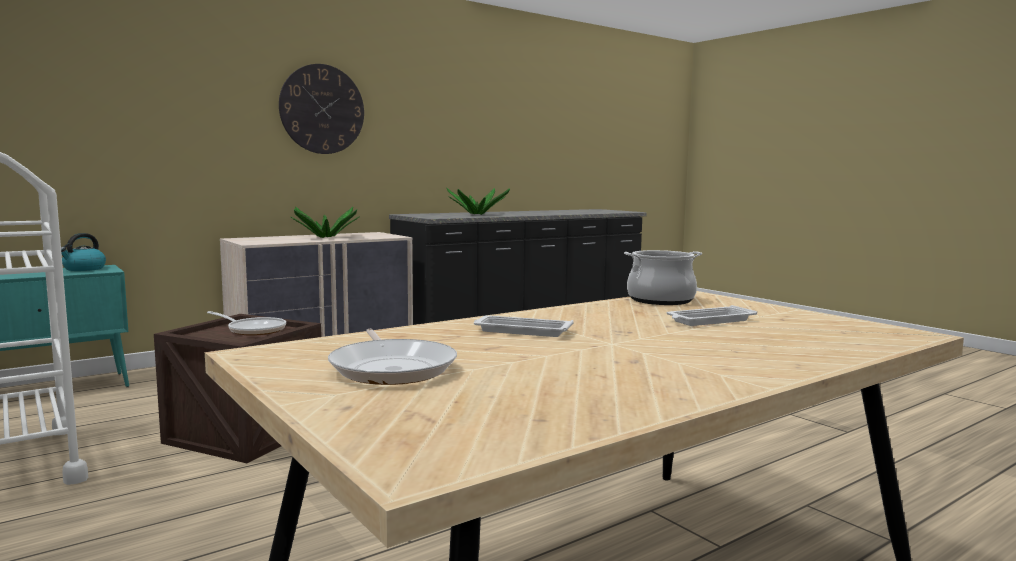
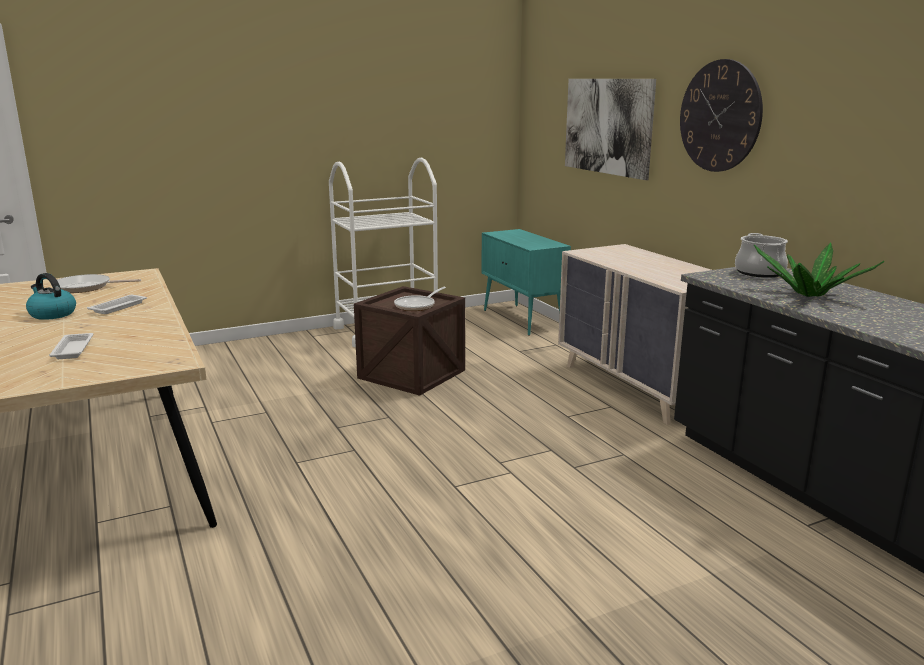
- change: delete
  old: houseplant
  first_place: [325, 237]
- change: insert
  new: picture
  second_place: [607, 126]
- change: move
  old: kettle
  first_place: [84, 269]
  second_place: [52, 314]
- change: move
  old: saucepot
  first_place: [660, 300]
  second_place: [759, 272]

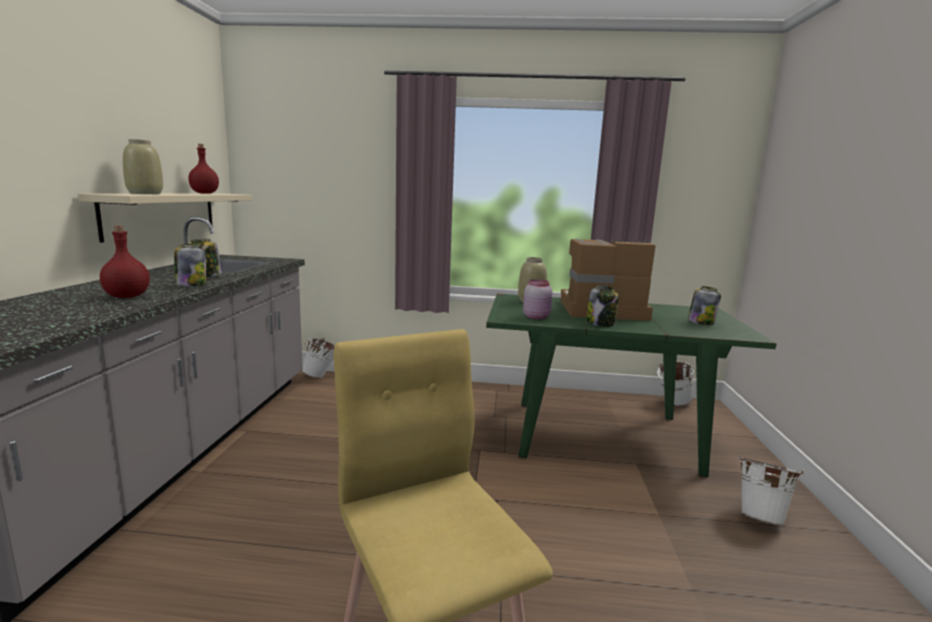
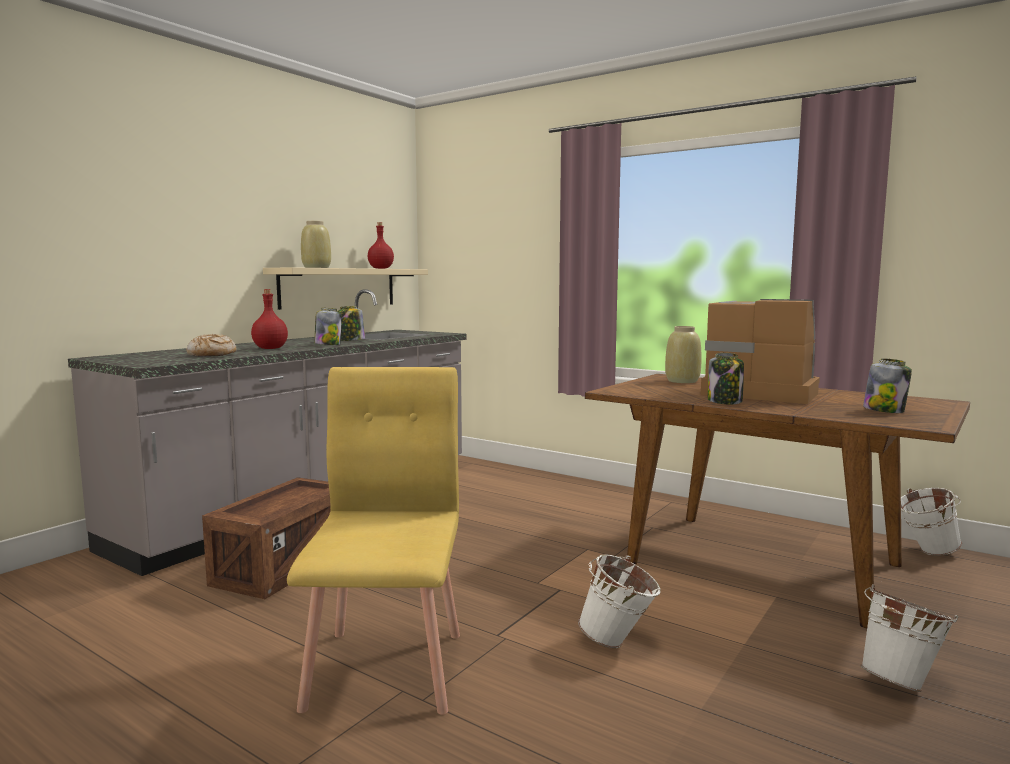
- change: delete
  old: jar (pinkish)
  first_place: [537, 317]
- change: insert
  new: bread
  second_place: [212, 355]
- change: insert
  new: packing crate
  second_place: [284, 566]
- change: move
  old: pail (white-coloured)
  first_place: [321, 376]
  second_place: [619, 642]
- change: recolor
  old: dinner table (greenish)
  new: dinner table (brown-coloured)
  first_place: [600, 435]
  second_place: [760, 563]

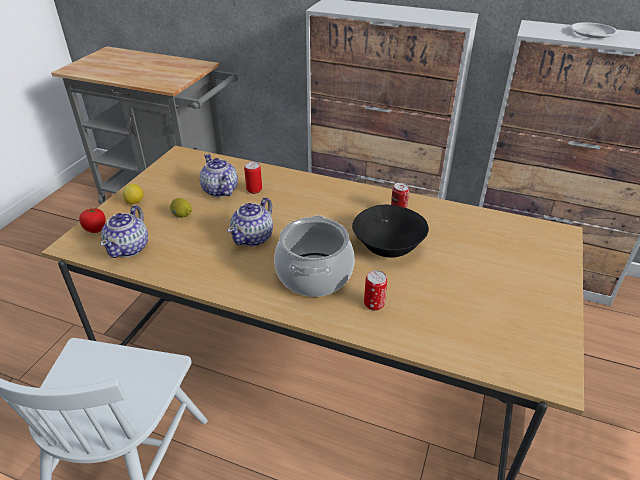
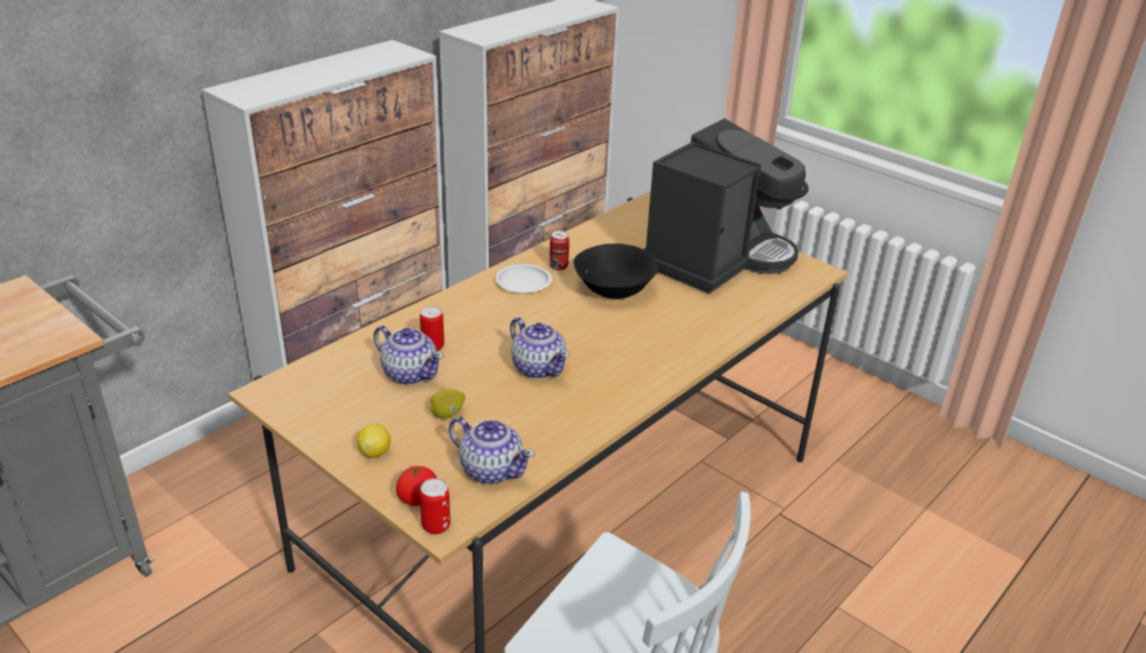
- change: delete
  old: saucepot
  first_place: [315, 275]
- change: insert
  new: coffee machine
  second_place: [716, 258]
- change: move
  old: sealed can
  first_place: [374, 304]
  second_place: [436, 526]
- change: move
  old: plate (white-coloured)
  first_place: [592, 33]
  second_place: [523, 283]
- change: rotate
  old: teapot
  first_place: [220, 190]
  second_place: [409, 373]
  degrees: -135

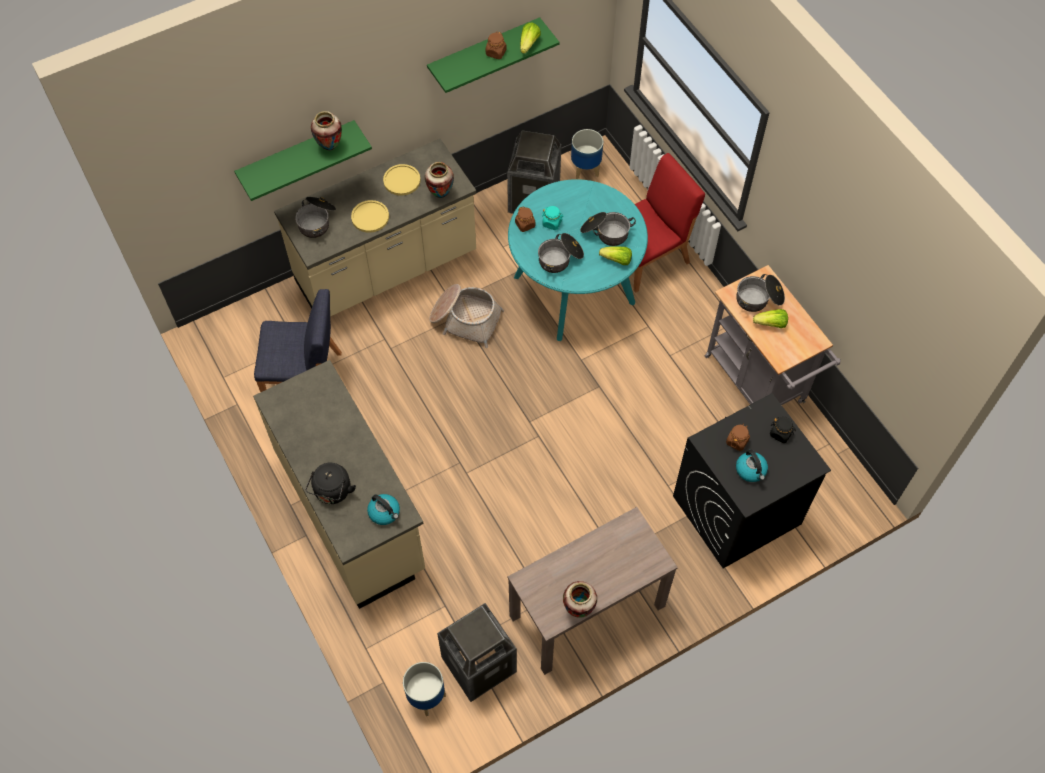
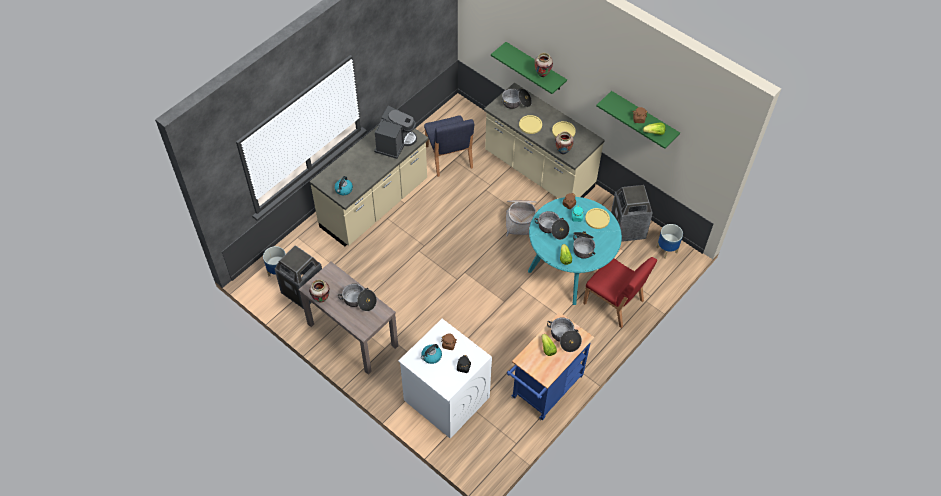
- change: delete
  old: kettle (black)
  first_place: [332, 492]
- change: insert
  new: saucepot
  second_place: [359, 301]
- change: insert
  new: coffee machine
  second_place: [395, 143]
- change: insert
  new: plate (yellow)
  second_place: [597, 219]
- change: recolor
  old: laundry appliance (black)
  new: laundry appliance (white-coloured)
  first_place: [736, 510]
  second_place: [446, 398]
- change: recolor
  old: cart (greyish)
  new: cart (blue-coloured)
  first_place: [758, 384]
  second_place: [544, 391]

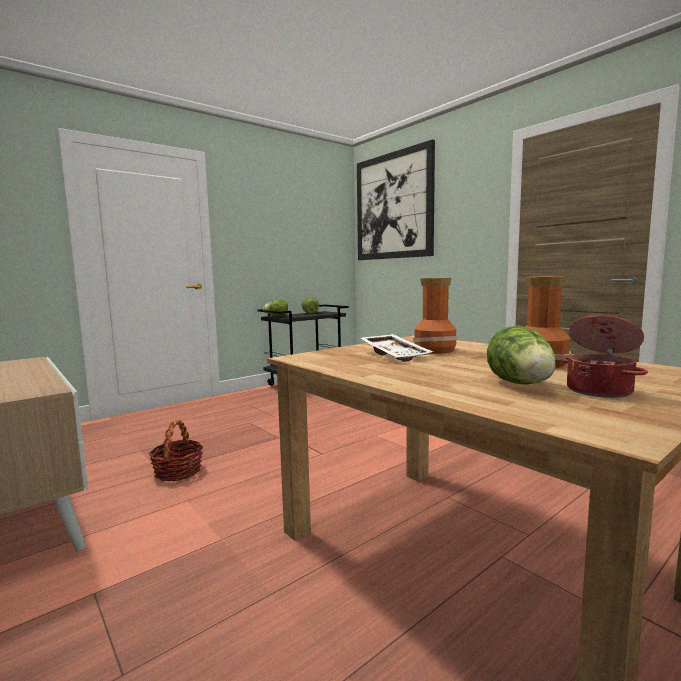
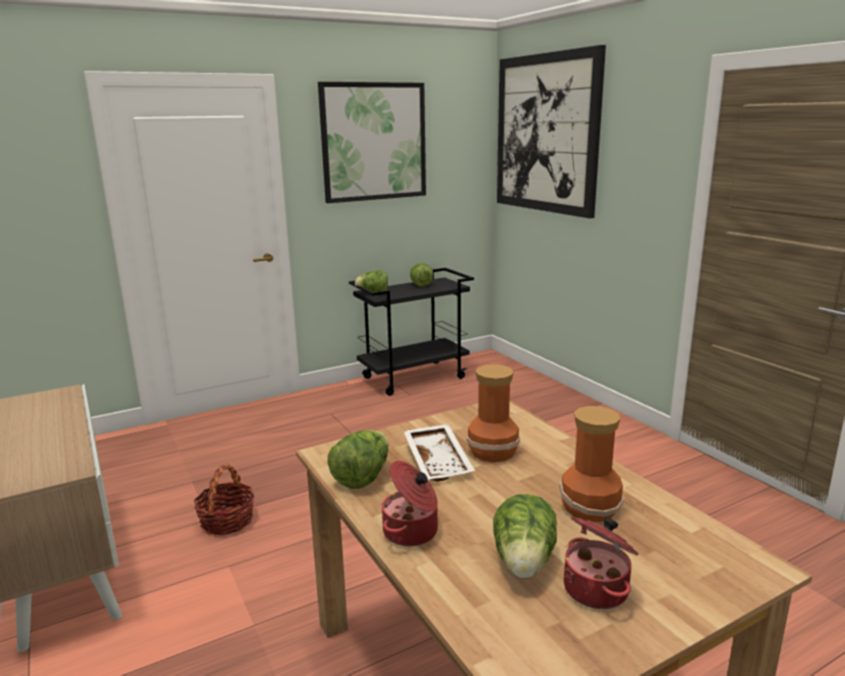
- change: insert
  new: picture
  second_place: [374, 142]
- change: insert
  new: head of lettuce
  second_place: [362, 477]
- change: insert
  new: saucepot
  second_place: [412, 532]

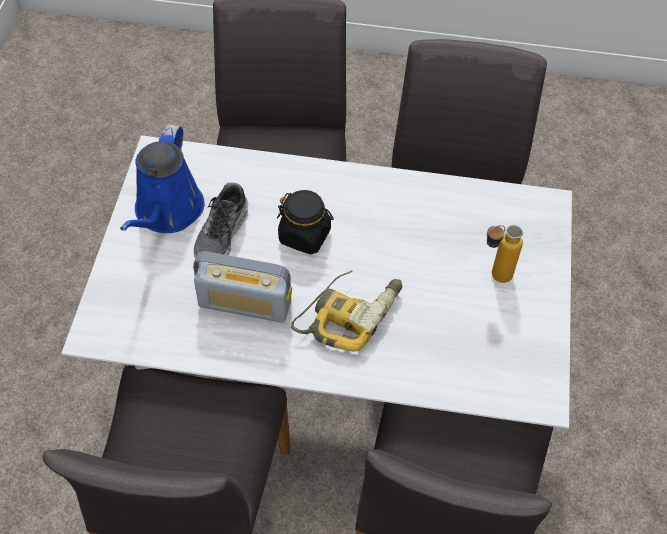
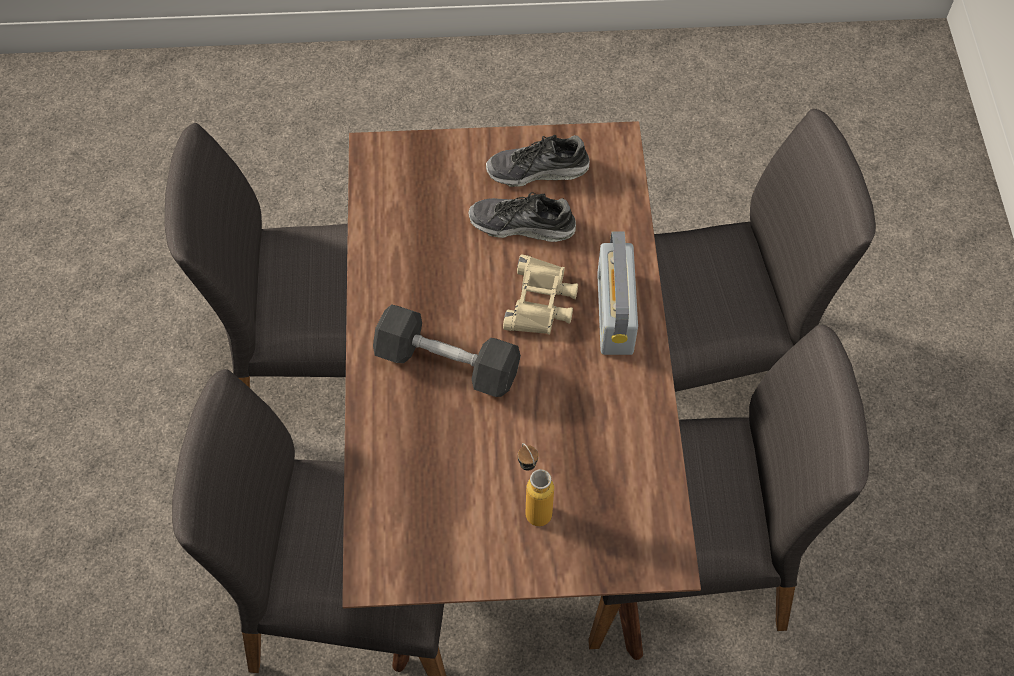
- change: move
  old: radio receiver
  first_place: [245, 304]
  second_place: [615, 313]
- change: replace
  old: sprinkling can (blue-coloured)
  new: shoe
  first_place: [167, 213]
  second_place: [537, 170]
- change: replace
  old: jar (black)
  new: binoculars (beige)
  first_place: [305, 236]
  second_place: [541, 302]
- change: replace
  old: electric drill
  new: hand weight (greyish)
  first_place: [349, 313]
  second_place: [447, 363]
- change: recolor
  old: dinner table (white-coloured)
  new: dinner table (brown-coloured)
  first_place: [331, 385]
  second_place: [510, 461]

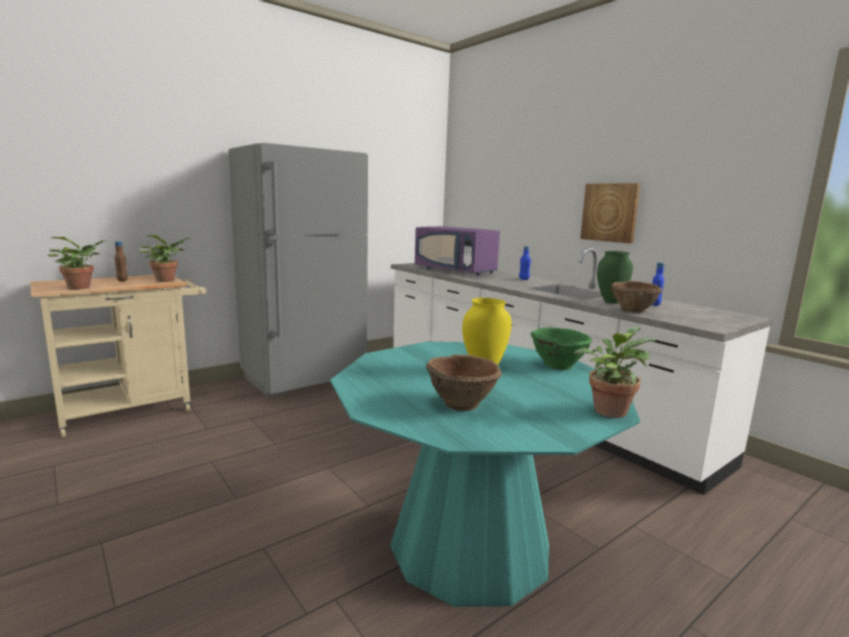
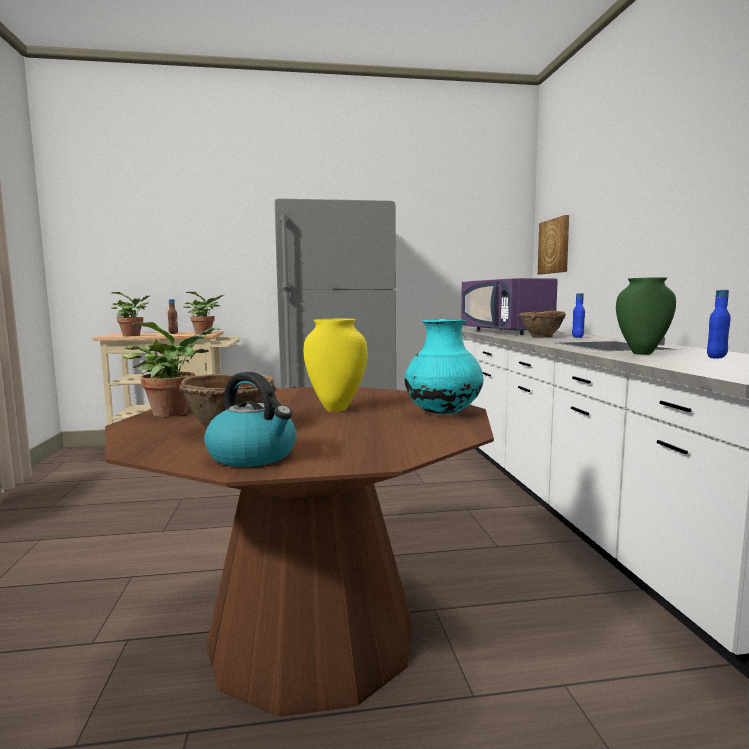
- change: insert
  new: kettle
  second_place: [254, 456]
- change: move
  old: houseplant
  first_place: [610, 409]
  second_place: [175, 412]
- change: move
  old: picture
  first_place: [610, 212]
  second_place: [554, 246]
- change: move
  old: bowl (brown-coloured)
  first_place: [633, 310]
  second_place: [541, 336]
- change: replace
  old: bowl (greenish)
  new: decorative vase (turquoise-coloured)
  first_place: [557, 365]
  second_place: [443, 413]
- change: recolor
  old: dinner table (turquoise-coloured)
  new: dinner table (brown-coloured)
  first_place: [470, 545]
  second_place: [312, 635]

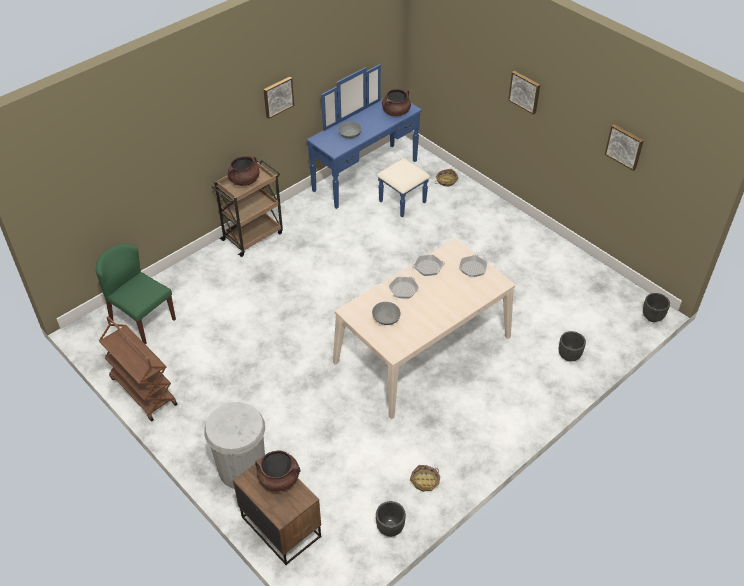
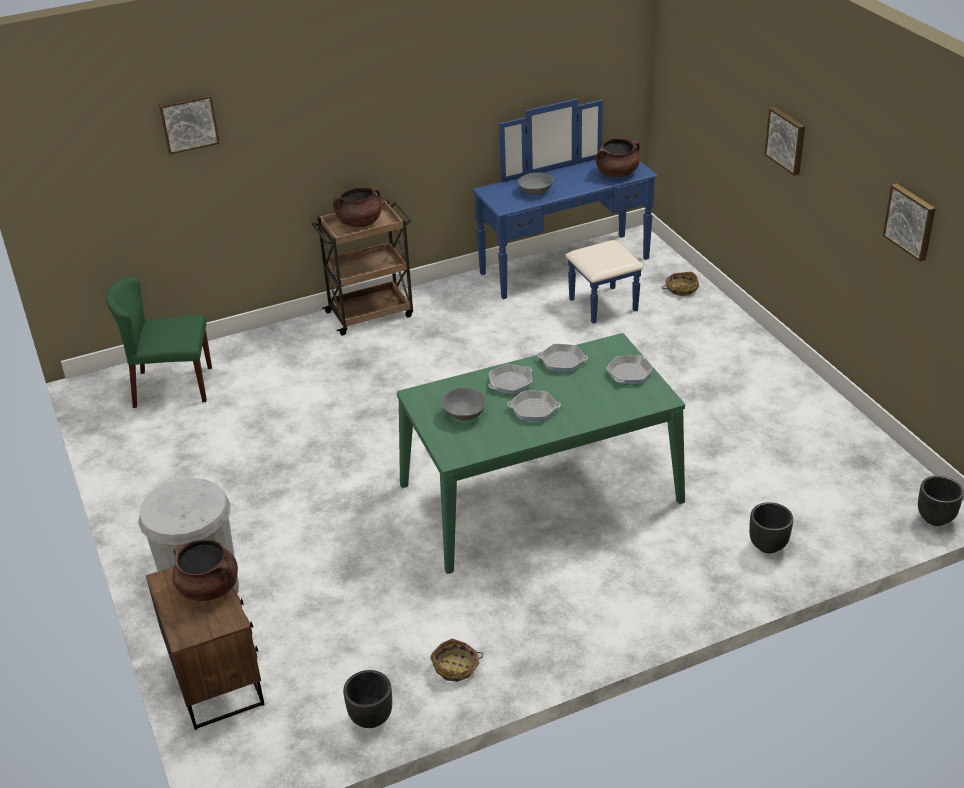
- change: delete
  old: cart (brown-coloured)
  first_place: [142, 391]
- change: insert
  new: pan
  second_place: [534, 409]
- change: move
  old: picture
  first_place: [277, 96]
  second_place: [189, 123]
- change: recolor
  old: dinner table (beige)
  new: dinner table (greenish)
  first_place: [422, 349]
  second_place: [540, 493]
- change: rotate
  old: chair (greenish)
  first_place: [142, 320]
  second_place: [172, 387]
  degrees: -60

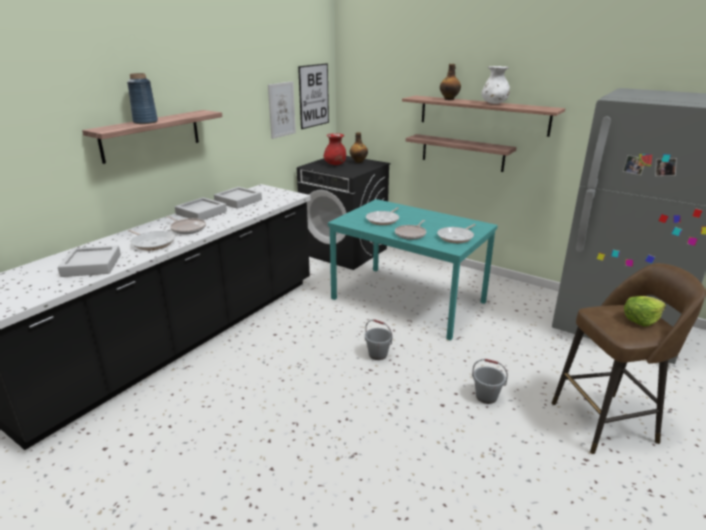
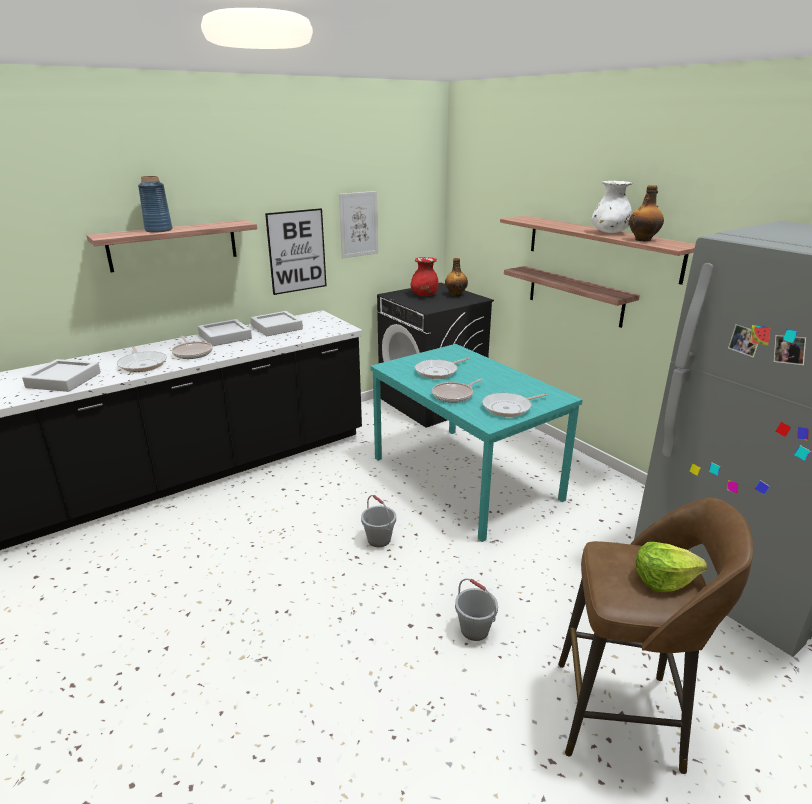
- change: move
  old: picture
  first_place: [313, 96]
  second_place: [297, 251]
- change: move
  old: bottle
  first_place: [449, 99]
  second_place: [643, 240]

